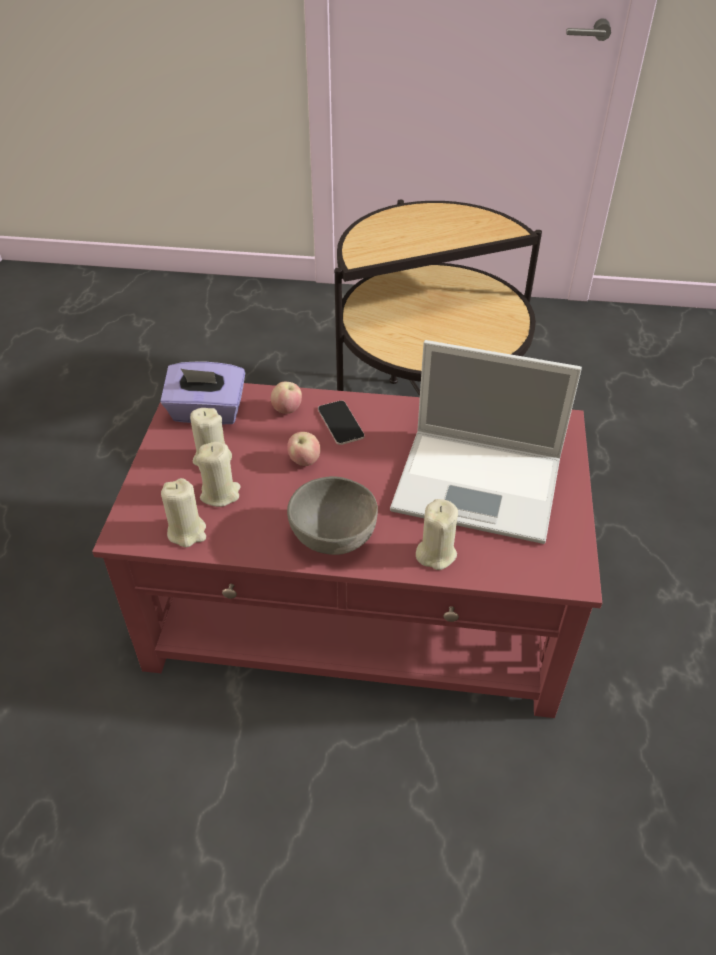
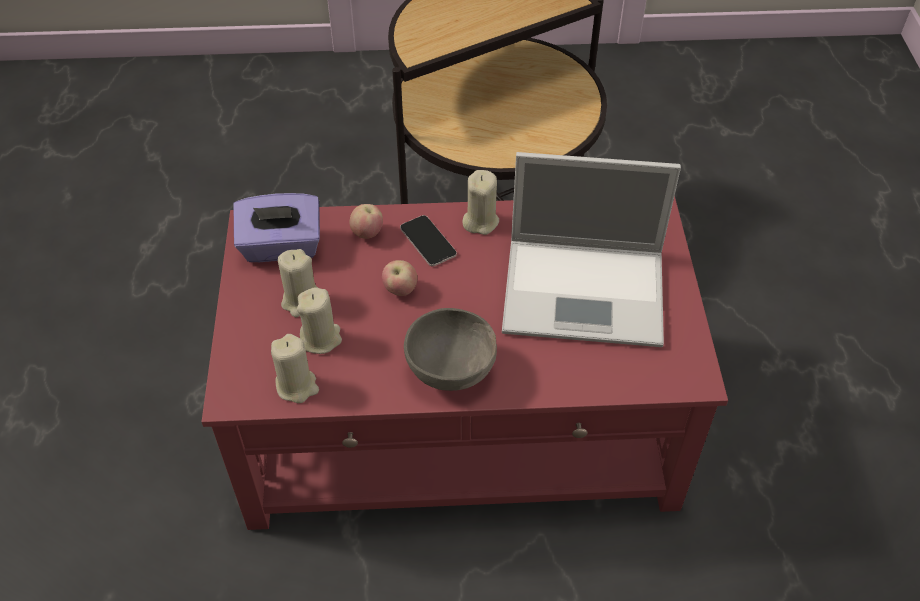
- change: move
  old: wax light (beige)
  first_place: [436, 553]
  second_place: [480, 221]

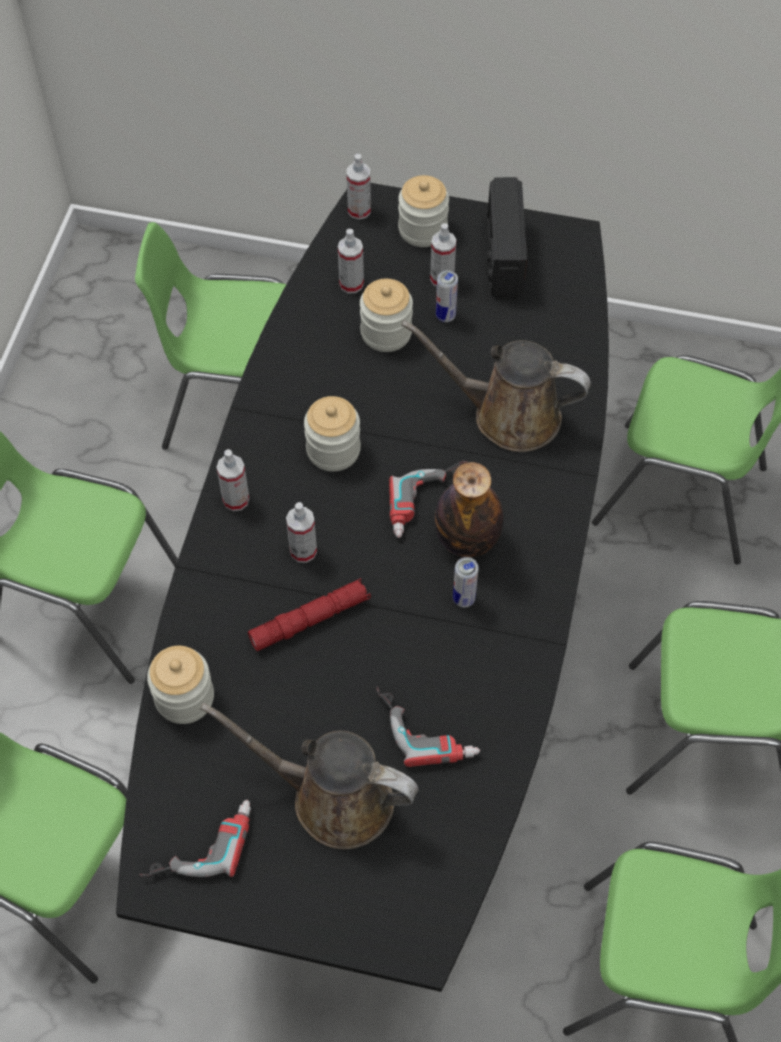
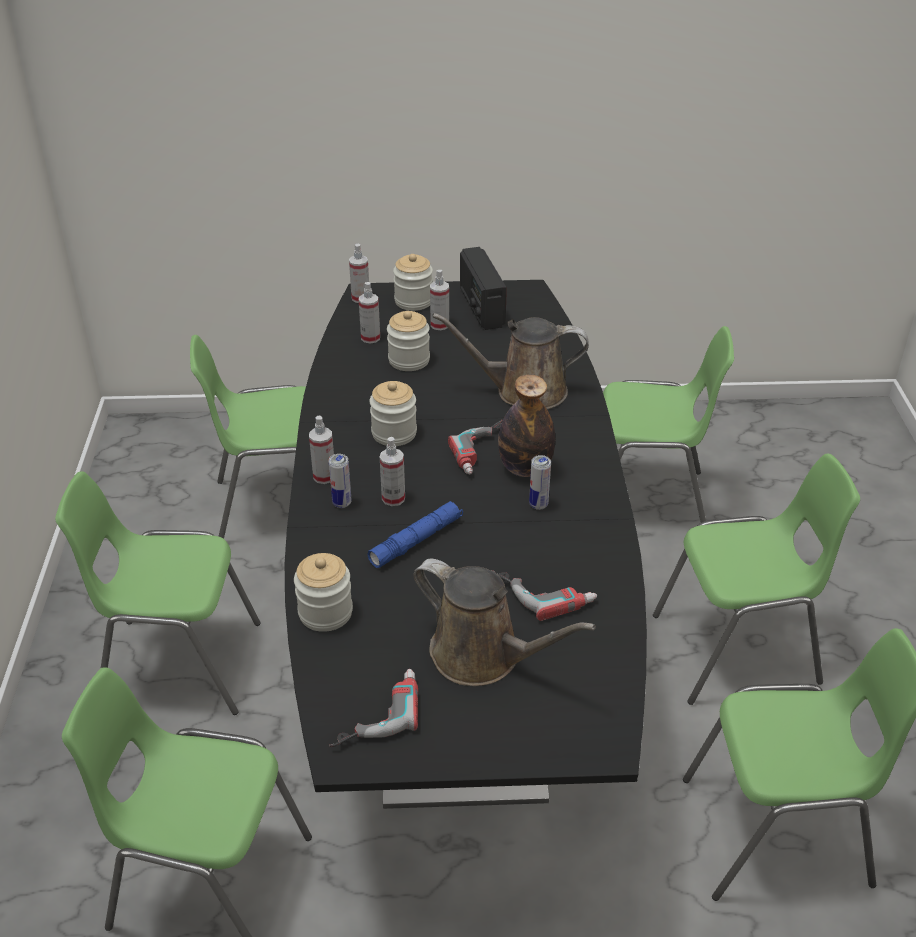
- change: move
  old: sealed can
  first_place: [445, 316]
  second_place: [342, 503]
- change: recolor
  old: hand torch (red-coloured)
  new: hand torch (blue-coloured)
  first_place: [310, 620]
  second_place: [416, 540]
- change: rotate
  old: sprinkling can (brown-coloured)
  first_place: [332, 797]
  second_place: [483, 656]
  degrees: -150

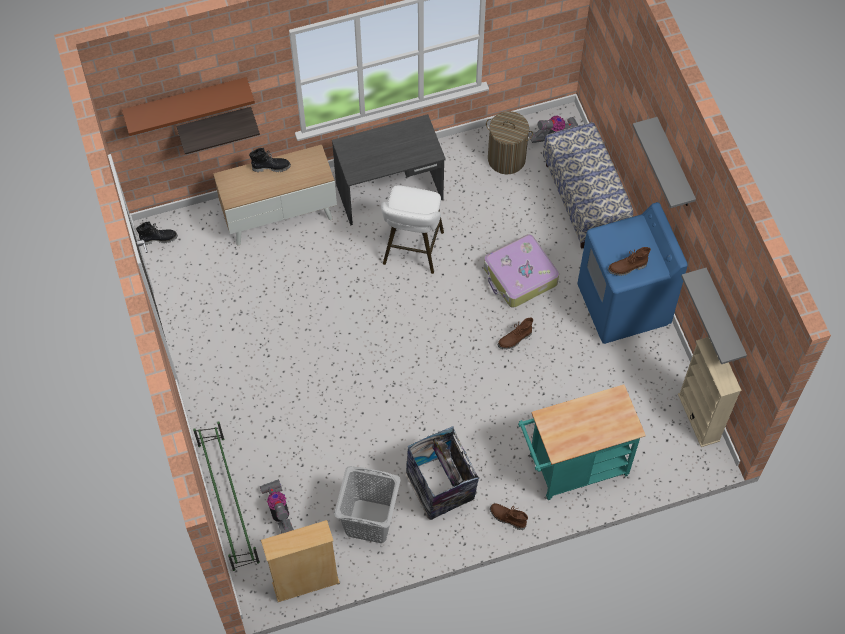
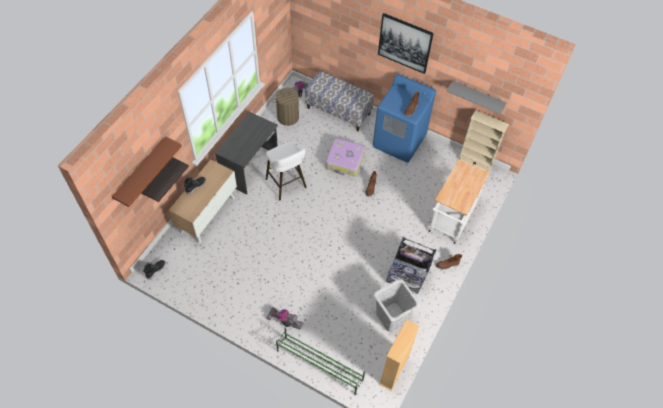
- change: move
  old: hoover
  first_place: [279, 510]
  second_place: [285, 321]
- change: replace
  old: bracket shelf (greyish)
  new: picture
  first_place: [674, 165]
  second_place: [405, 43]
- change: recolor
  old: cart (turquoise-coloured)
  new: cart (white-coloured)
  first_place: [572, 468]
  second_place: [450, 222]

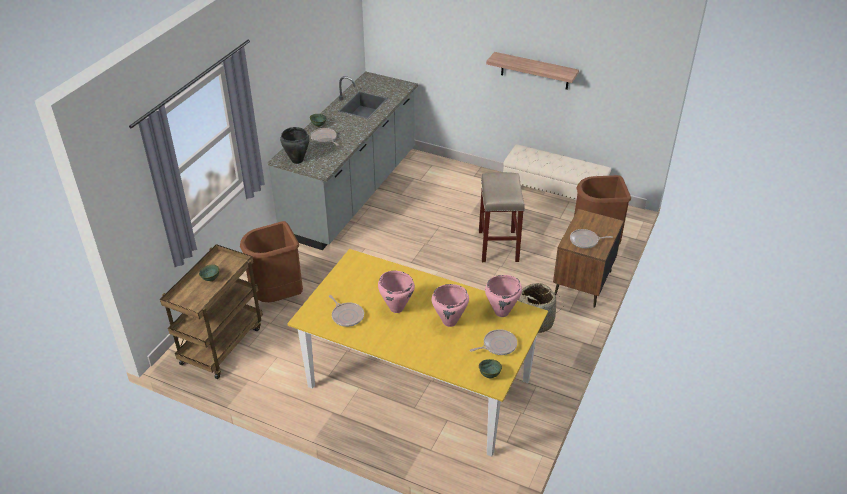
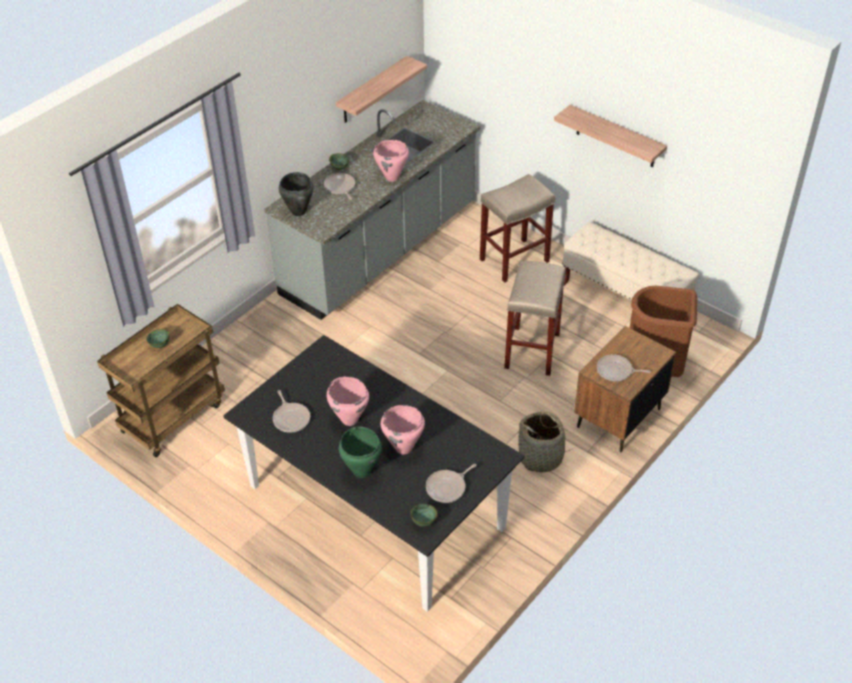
- change: delete
  old: rubbish bin (brown-coloured)
  first_place: [278, 296]
- change: insert
  new: bracket shelf
  second_place: [372, 90]
- change: insert
  new: saucepot (greenish)
  second_place: [361, 471]
- change: insert
  new: stool seat (beige)
  second_place: [514, 261]
- change: move
  old: saucepot (pinkish)
  first_place: [502, 312]
  second_place: [392, 177]
- change: recolor
  old: dinner table (yellow)
  new: dinner table (black)
  first_place: [419, 383]
  second_place: [376, 506]
- change: rotate
  old: pan
  first_place: [498, 345]
  second_place: [447, 487]
  degrees: 150

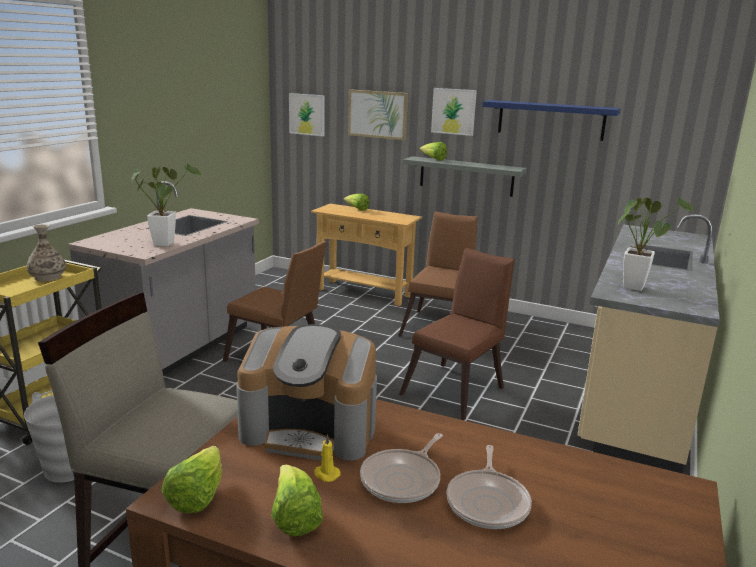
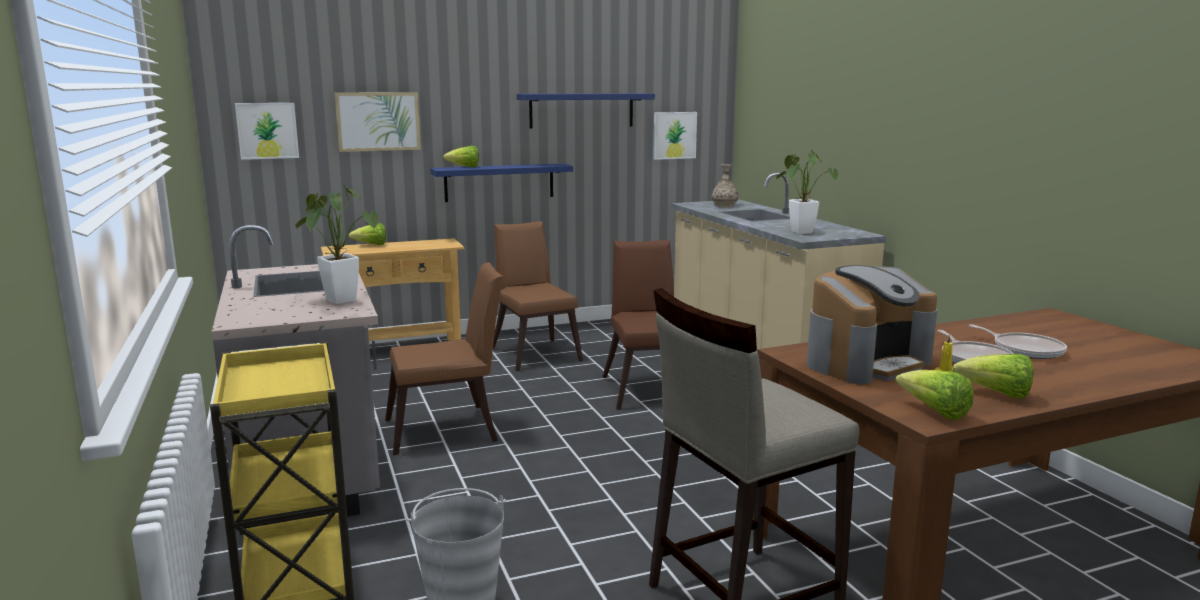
- change: move
  old: decorative vase
  first_place: [48, 277]
  second_place: [724, 205]
- change: move
  old: picture
  first_place: [453, 111]
  second_place: [674, 135]
- change: recolor
  old: bracket shelf (greyish)
  new: bracket shelf (blue-coloured)
  first_place: [466, 176]
  second_place: [499, 182]

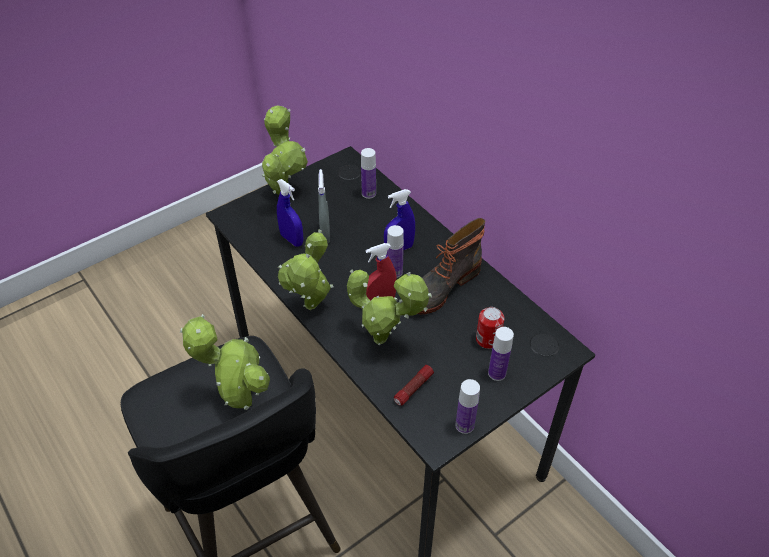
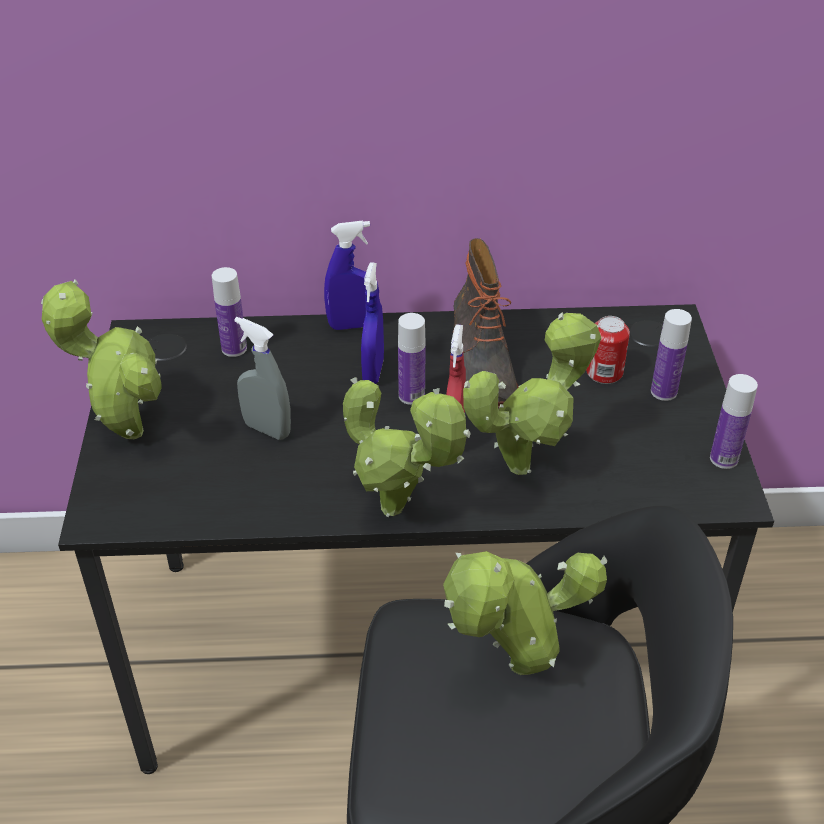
- change: delete
  old: hand torch
  first_place: [413, 389]
- change: move
  old: sprayer (blue-coloured)
  first_place: [292, 239]
  second_place: [353, 325]

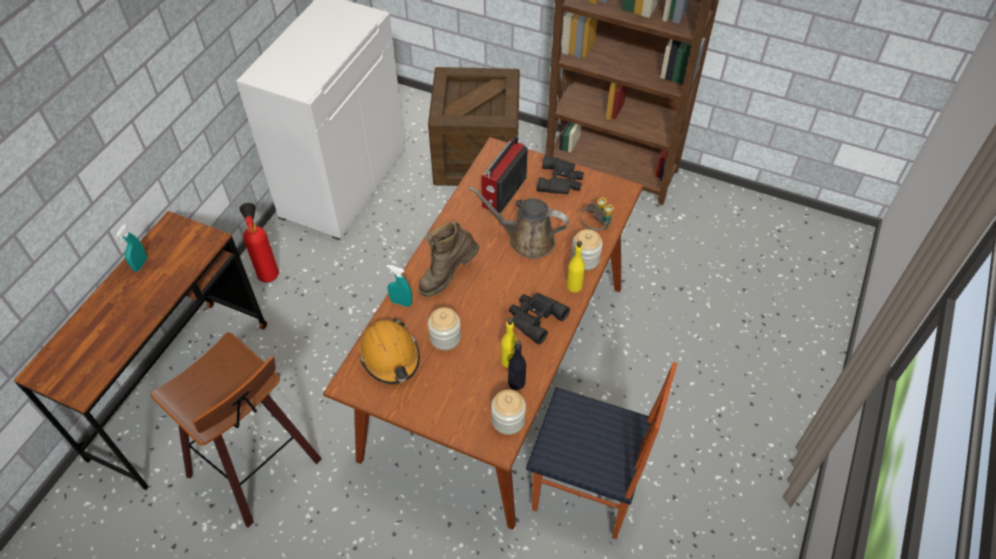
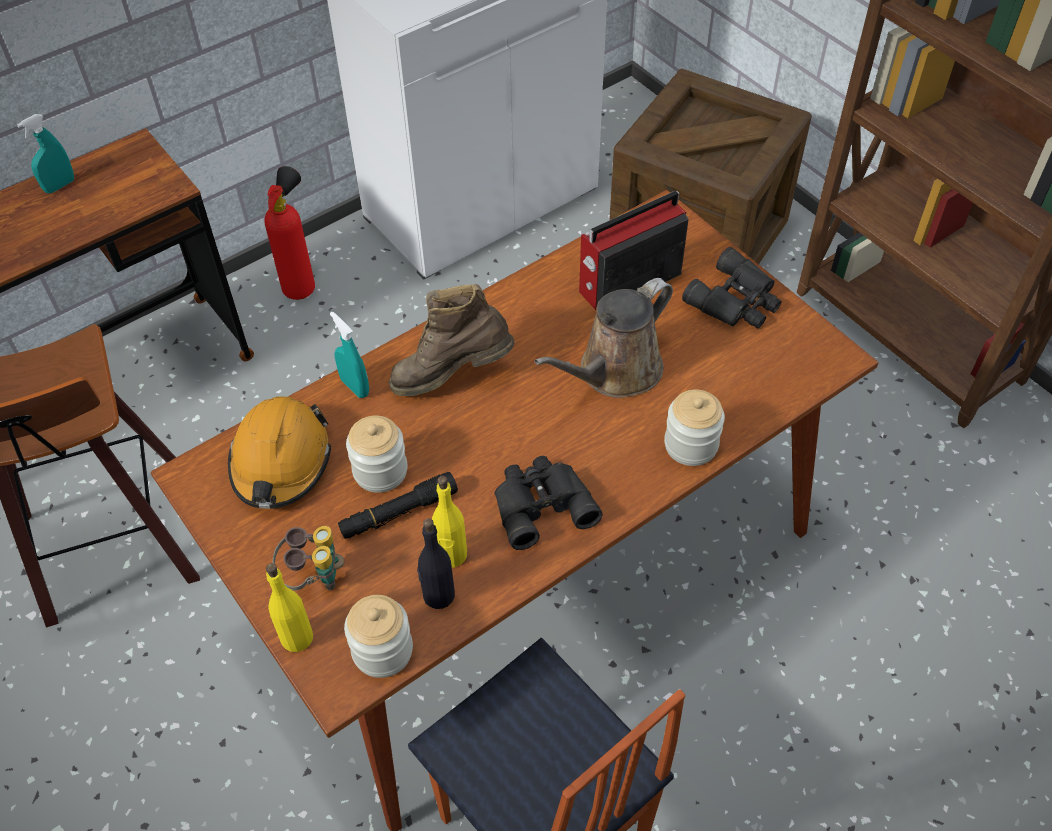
- change: insert
  new: hand torch (black)
  second_place: [398, 512]
- change: move
  old: bottle (yellow)
  first_place: [574, 286]
  second_place: [297, 637]
- change: move
  old: binoculars
  first_place: [596, 227]
  second_place: [313, 577]
- change: rotate
  old: sprinkling can (brown-coloured)
  first_place: [526, 240]
  second_place: [614, 372]
  degrees: -90

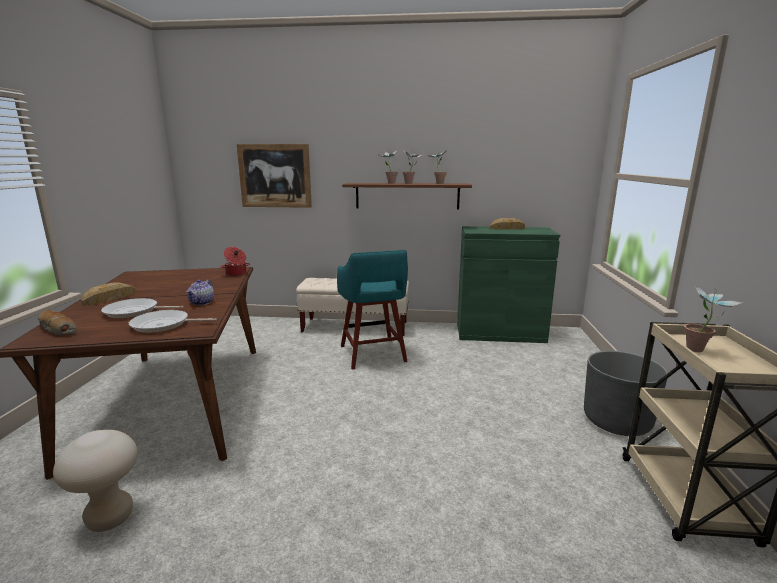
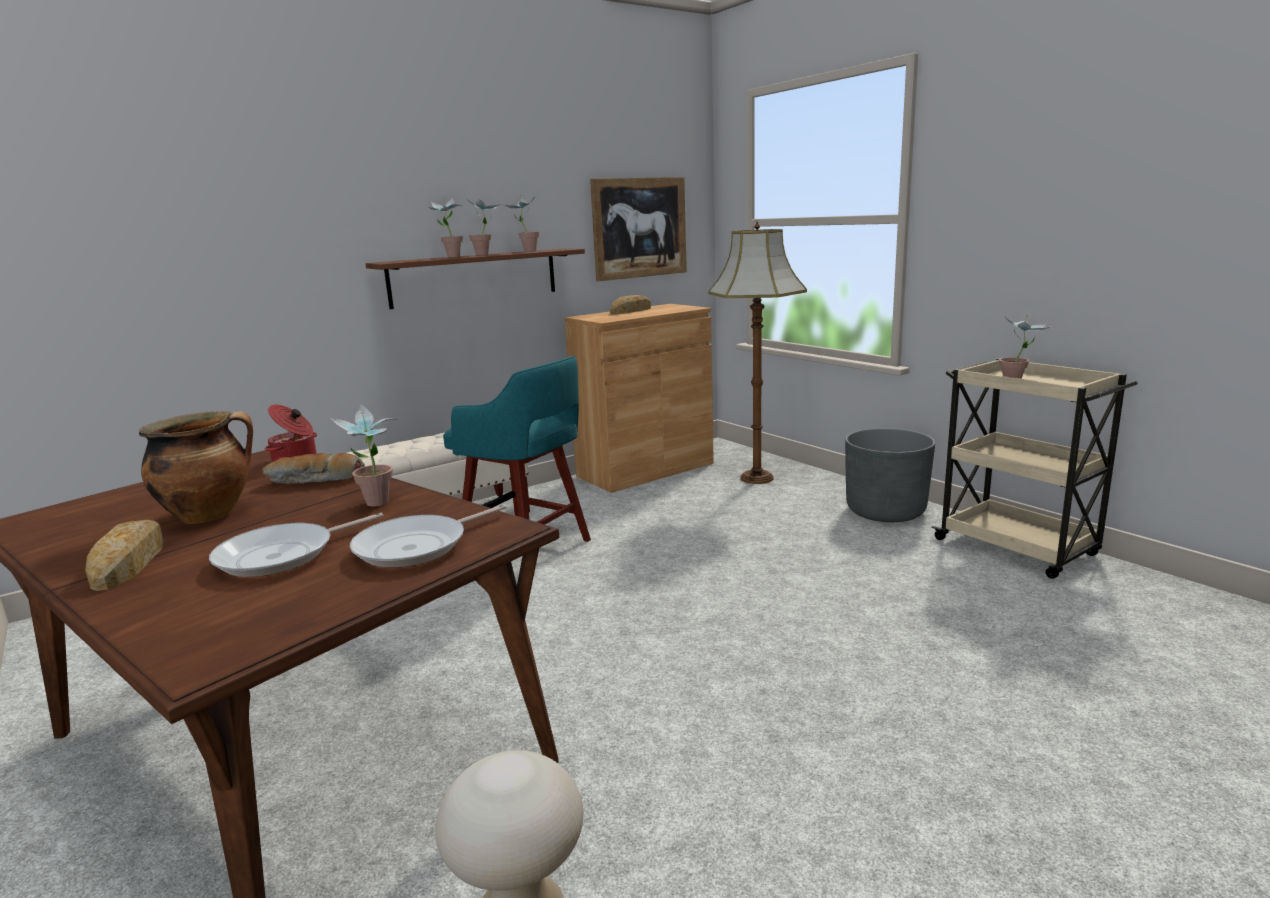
- change: insert
  new: saucepot
  second_place: [210, 514]
- change: insert
  new: standard lamp
  second_place: [756, 477]
- change: move
  old: bread
  first_place: [56, 329]
  second_place: [316, 480]
- change: move
  old: picture
  first_place: [275, 176]
  second_place: [639, 228]
- change: replace
  old: teapot
  new: houseplant
  first_place: [202, 302]
  second_place: [377, 505]
- change: recolor
  old: storage cabinet (greenish)
  new: storage cabinet (brown-coloured)
  first_place: [500, 333]
  second_place: [645, 470]

